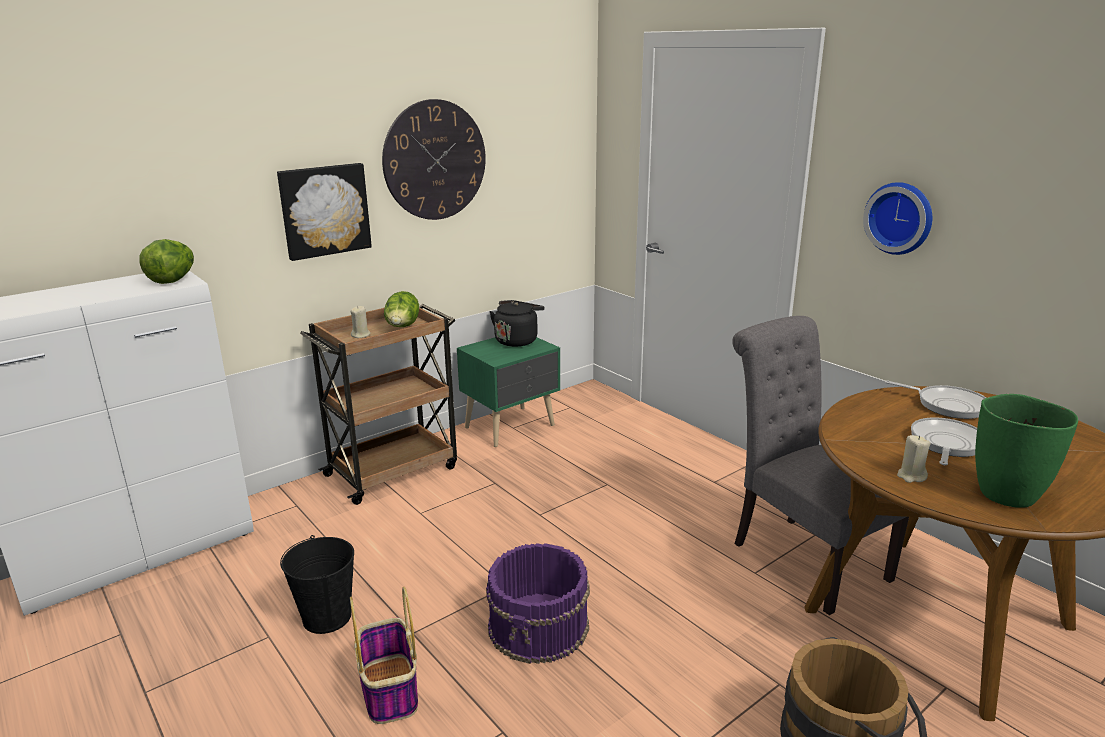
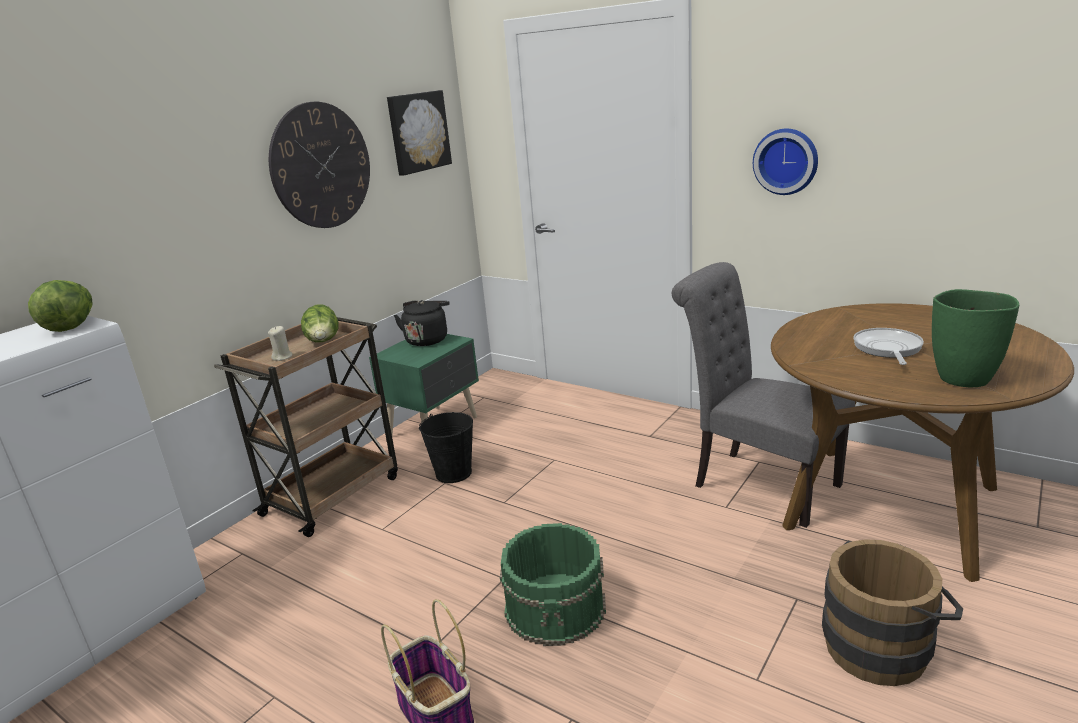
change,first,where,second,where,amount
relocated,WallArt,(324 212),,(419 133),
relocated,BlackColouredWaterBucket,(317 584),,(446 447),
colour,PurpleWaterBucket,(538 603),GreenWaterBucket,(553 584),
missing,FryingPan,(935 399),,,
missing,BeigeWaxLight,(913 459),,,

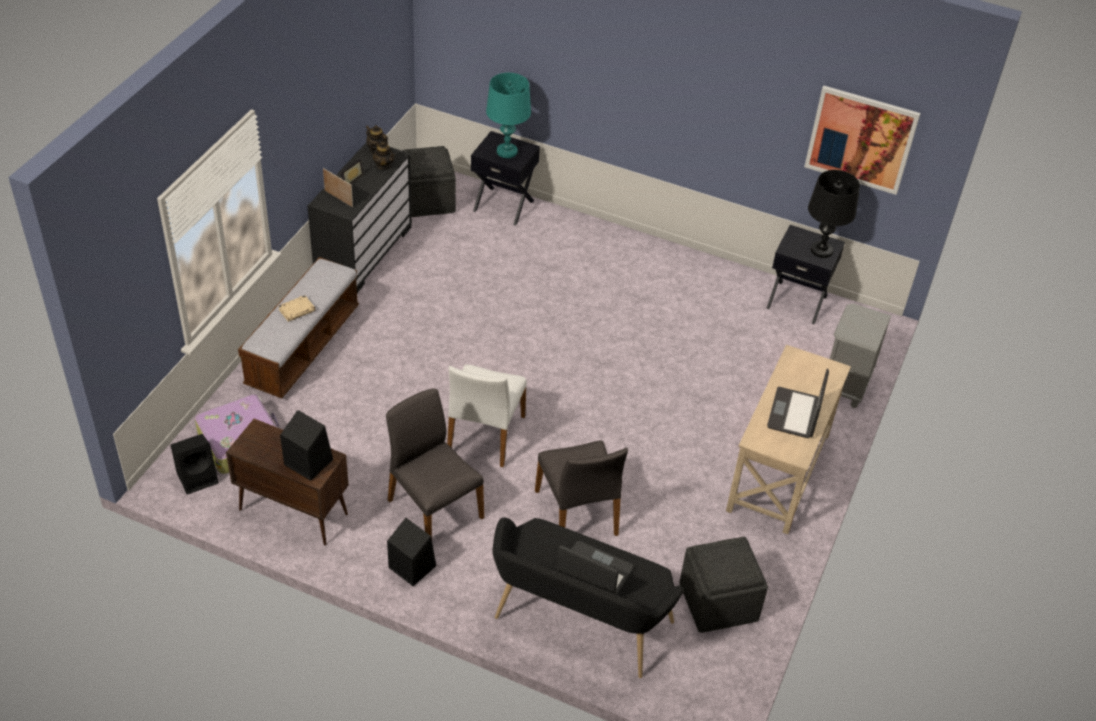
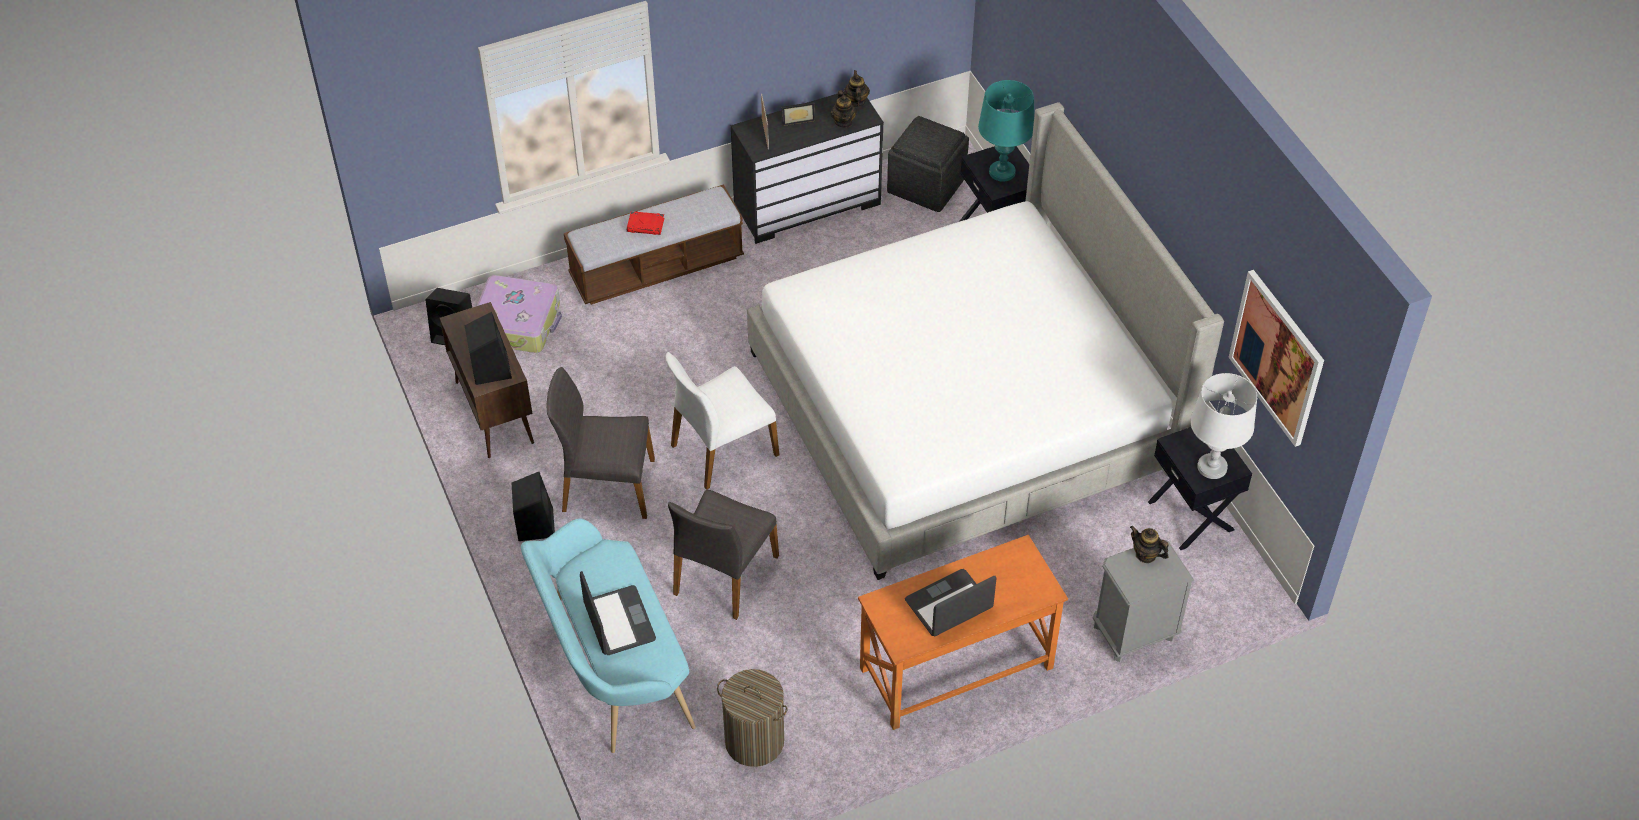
change,first,where,second,where,amount
colour,BeigeBook,(296 308),RedBook,(645 223),
spun,GrayPlainChair,(435 464),,(600 443),90 degrees counterclockwise
colour,BlackColouredLongSeat,(587 598),TurquoiseColouredLongSeat,(608 636),
exchanged,GrayOttoman,(723 585),WashingBasket,(752 718),
colour,BeigeDeskTable,(788 439),OrangeyDeskTable,(963 632),
colour,BlackColouredTabletopLamp,(834 214),WhiteTabletopLamp,(1223 426),
appeared,,,SleepingBed,(985 341),
appeared,,,PotForTea,(1149 544),

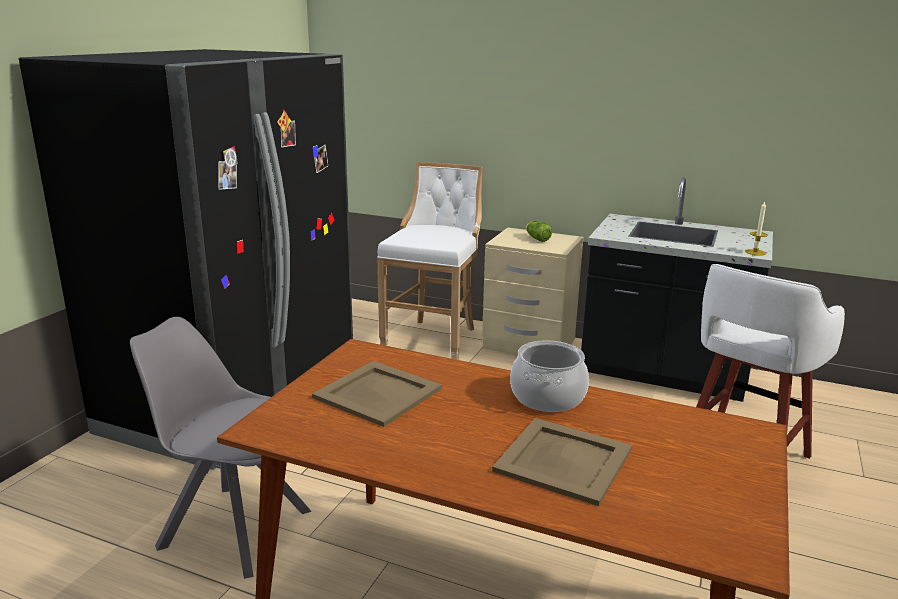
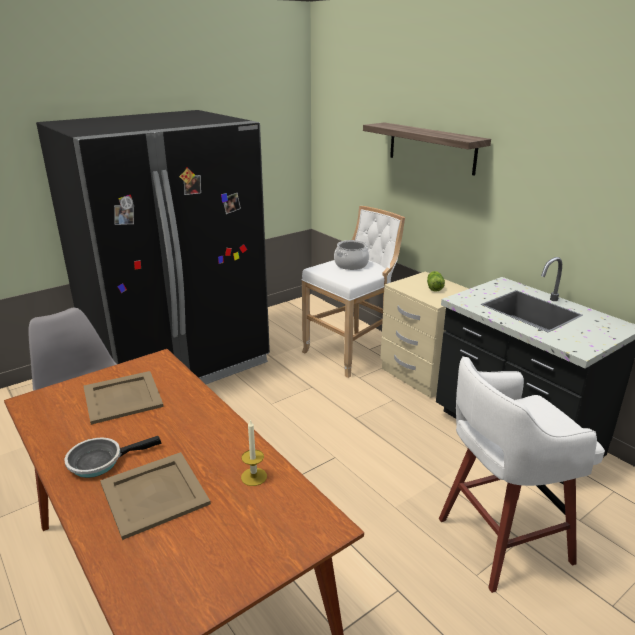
change,first,where,second,where,amount
relocated,Saucepot,(549 376),,(351 255),
relocated,WaxLight,(756 228),,(254 452),
appeared,,,FryingPan,(113 457),
appeared,,,Shelf,(427 149),

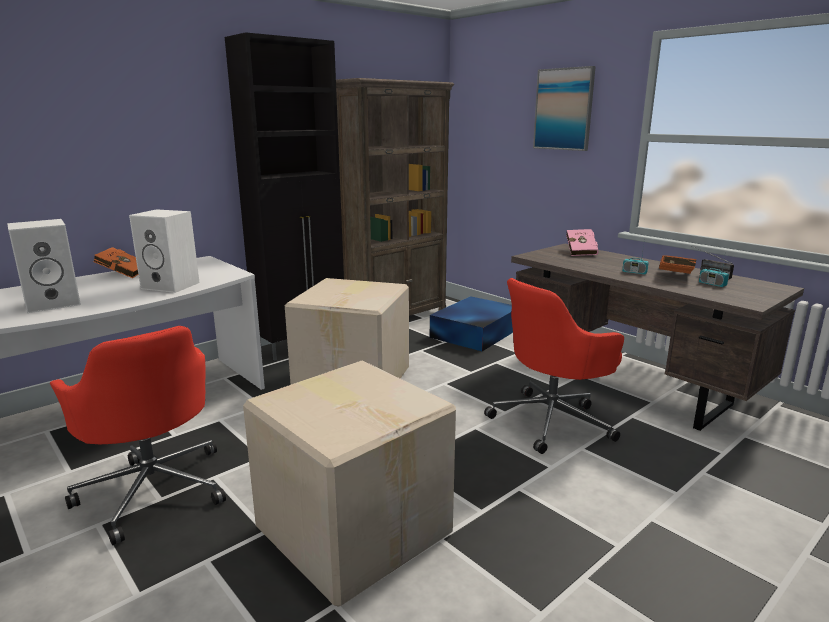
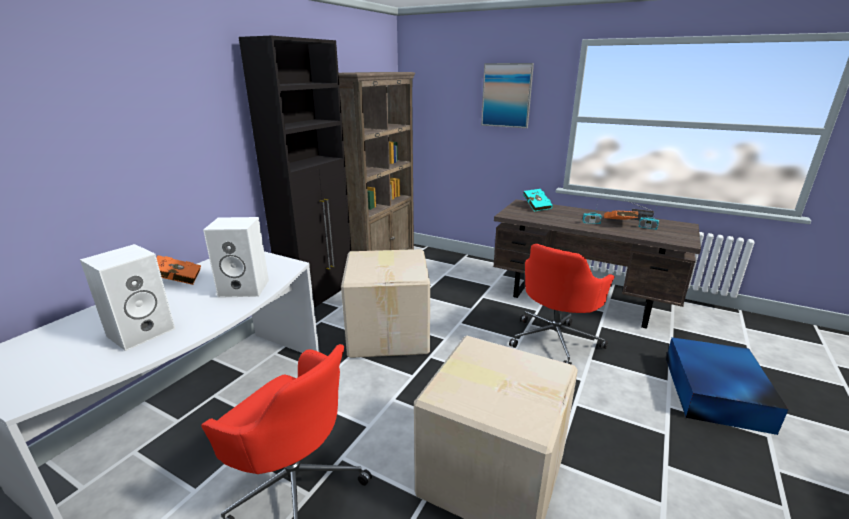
change,first,where,second,where,amount
relocated,BlueColouredStorageBin,(471 323),,(727 386),
colour,PinkBook,(582 242),TurquoiseColouredBook,(538 200),

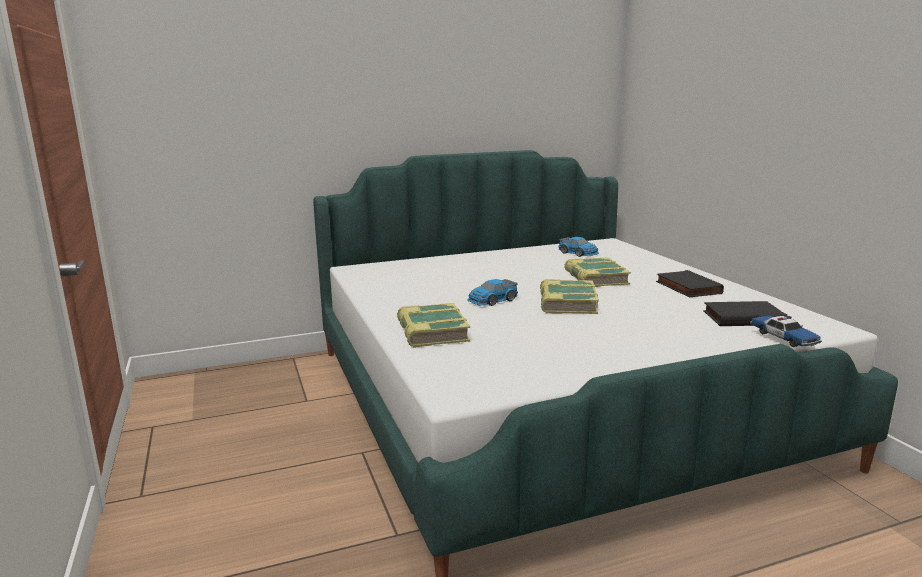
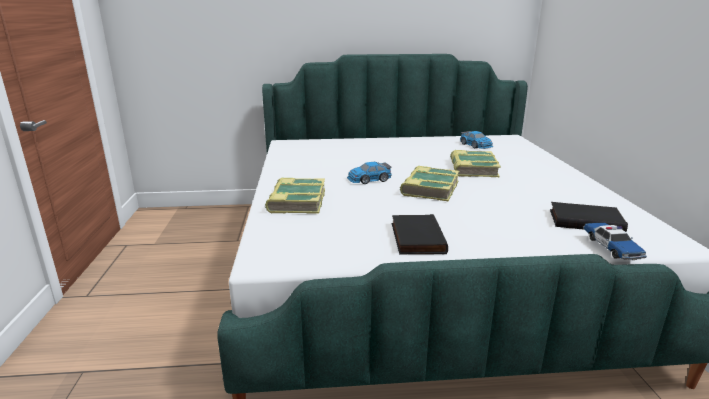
change,first,where,second,where,amount
relocated,BlackColouredBook,(690 283),,(420 234),

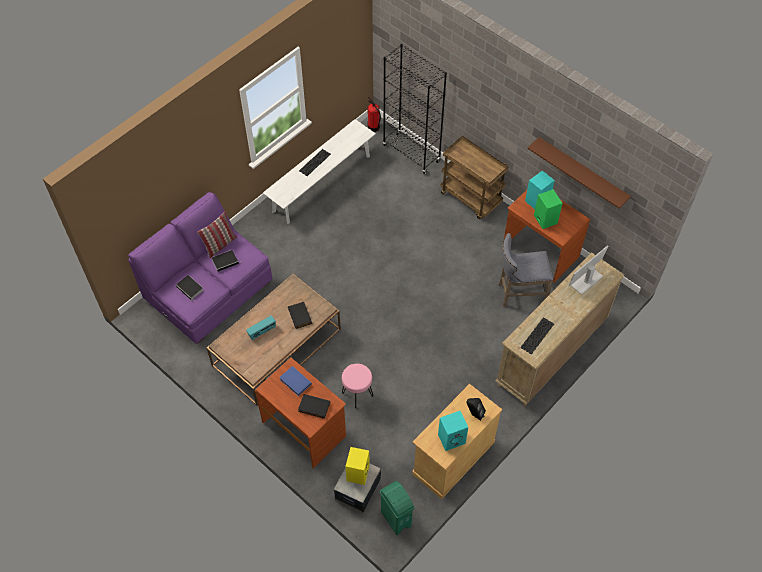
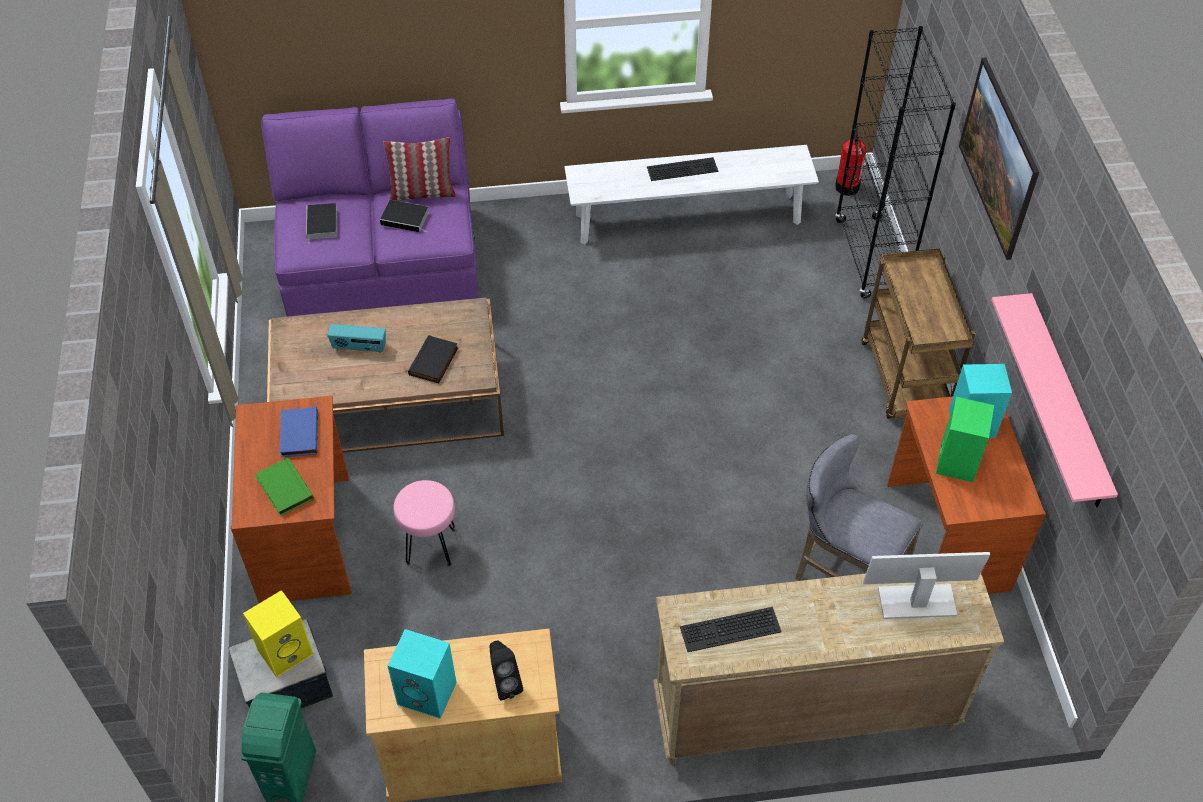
change,first,where,second,where,amount
colour,BlackColouredBook,(314 406),GreenBook,(284 486),
colour,BrownishShelf,(579 173),PinkShelf,(1054 400),
appeared,,,WallArt,(999 158),

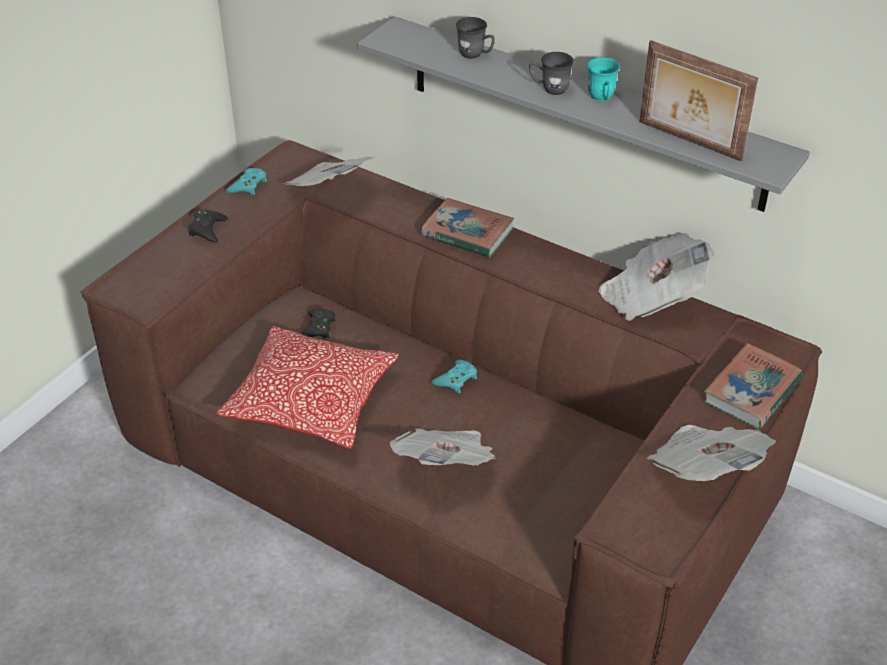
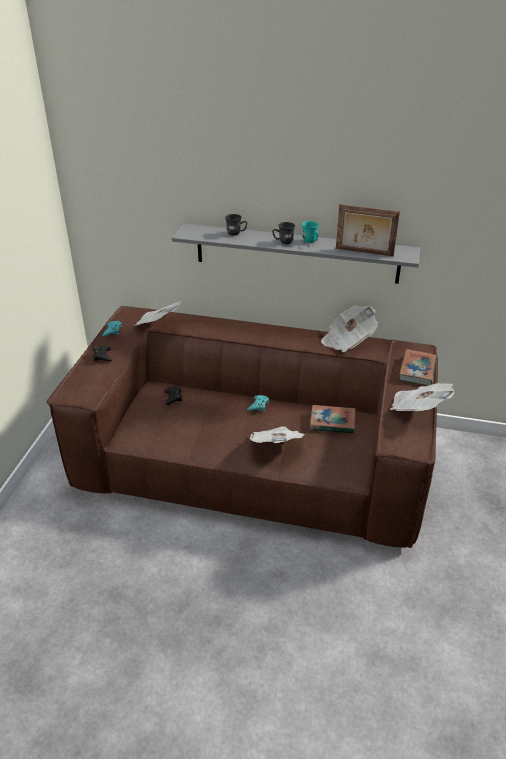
change,first,where,second,where,amount
missing,Cushion,(307 387),,,
relocated,Book,(467 228),,(332 419),

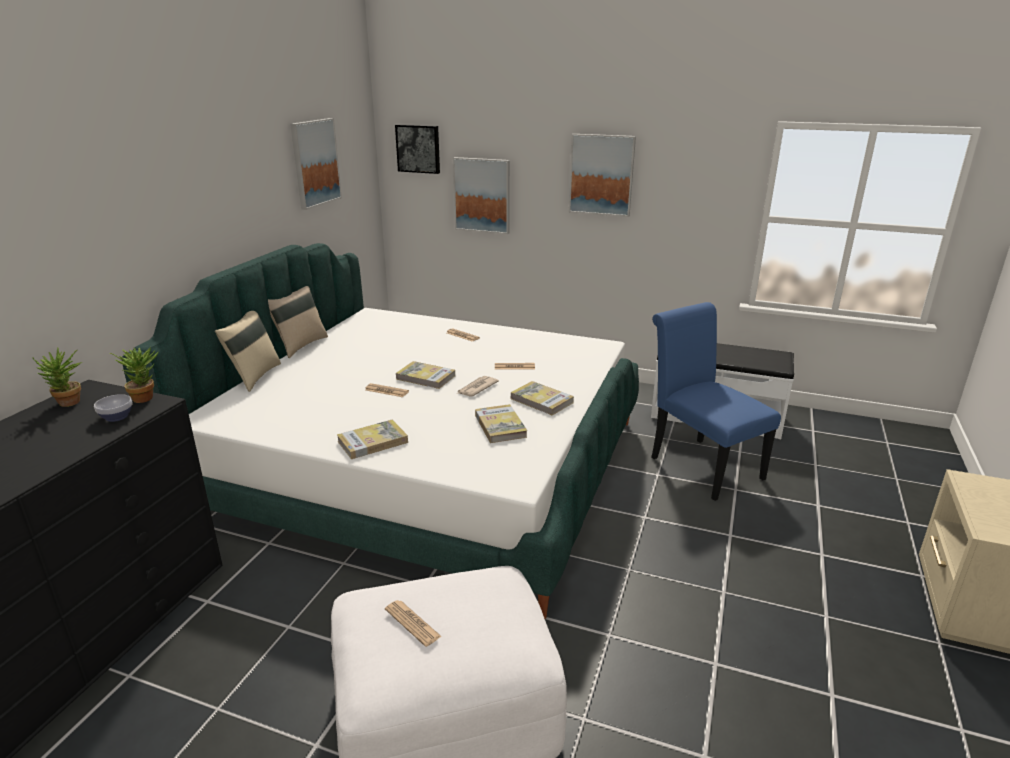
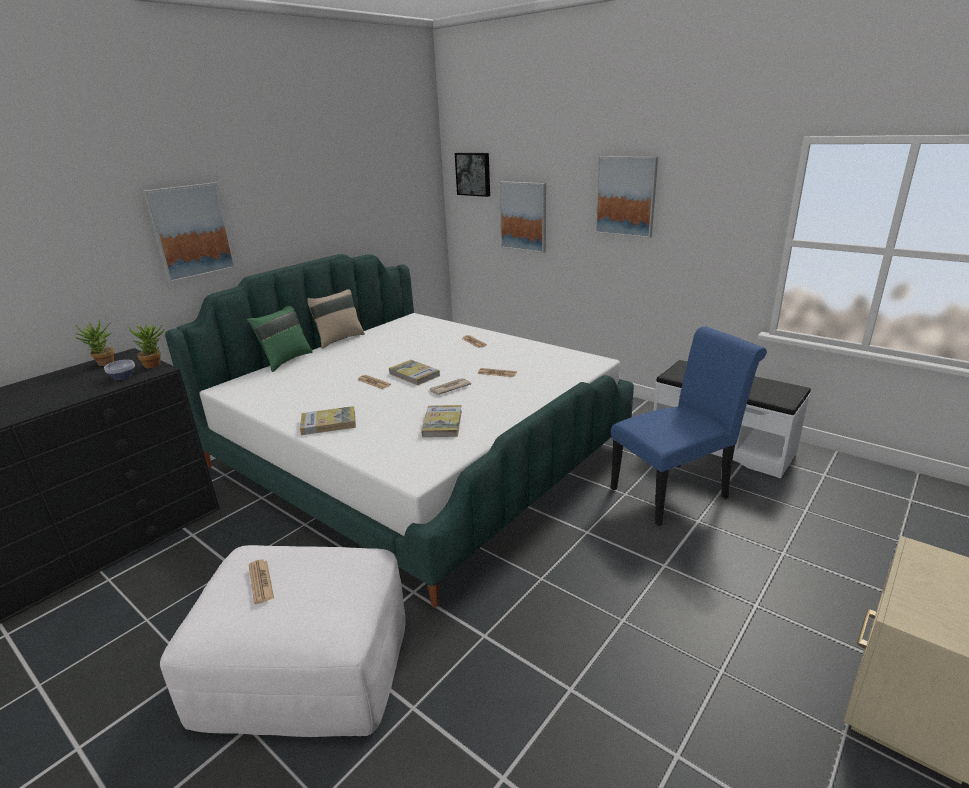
change,first,where,second,where,amount
colour,BeigeCushion,(248 351),GreenCushion,(280 339),
relocated,WallArt,(316 164),,(189 232),
missing,Book,(542 398),,,
spun,BlueColouredPlainChair,(716 401),,(689 426),75 degrees clockwise

